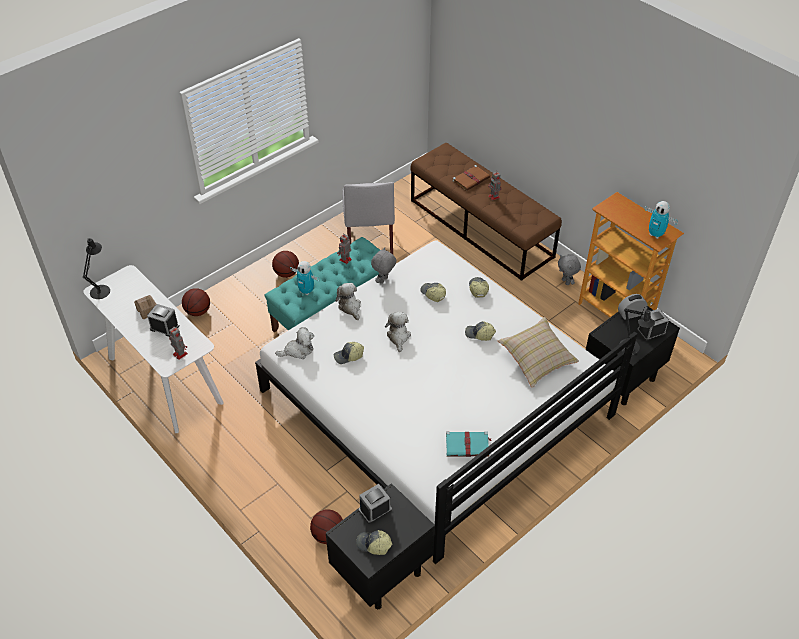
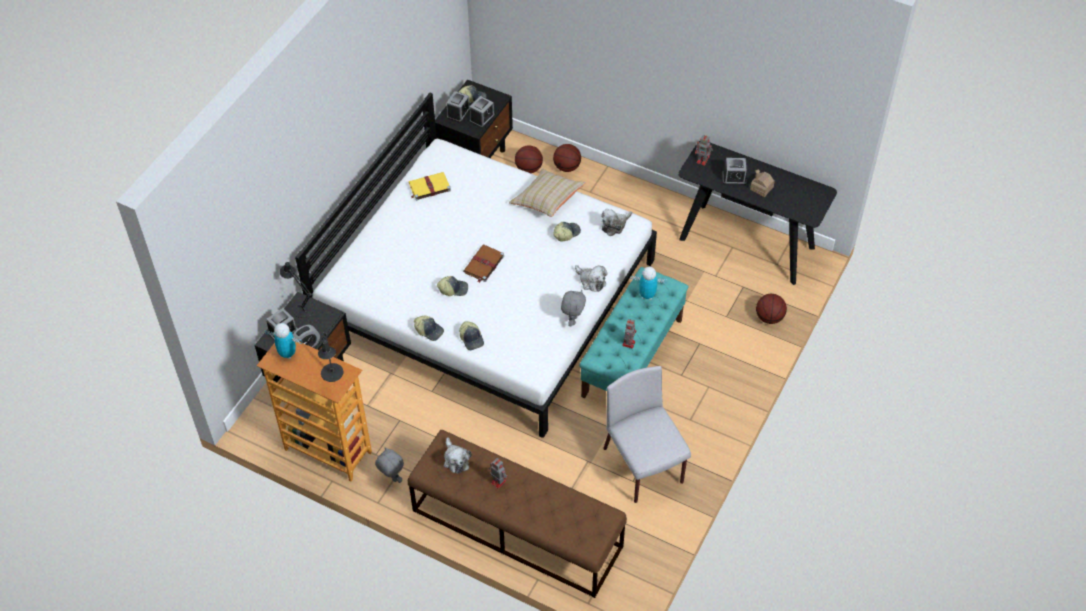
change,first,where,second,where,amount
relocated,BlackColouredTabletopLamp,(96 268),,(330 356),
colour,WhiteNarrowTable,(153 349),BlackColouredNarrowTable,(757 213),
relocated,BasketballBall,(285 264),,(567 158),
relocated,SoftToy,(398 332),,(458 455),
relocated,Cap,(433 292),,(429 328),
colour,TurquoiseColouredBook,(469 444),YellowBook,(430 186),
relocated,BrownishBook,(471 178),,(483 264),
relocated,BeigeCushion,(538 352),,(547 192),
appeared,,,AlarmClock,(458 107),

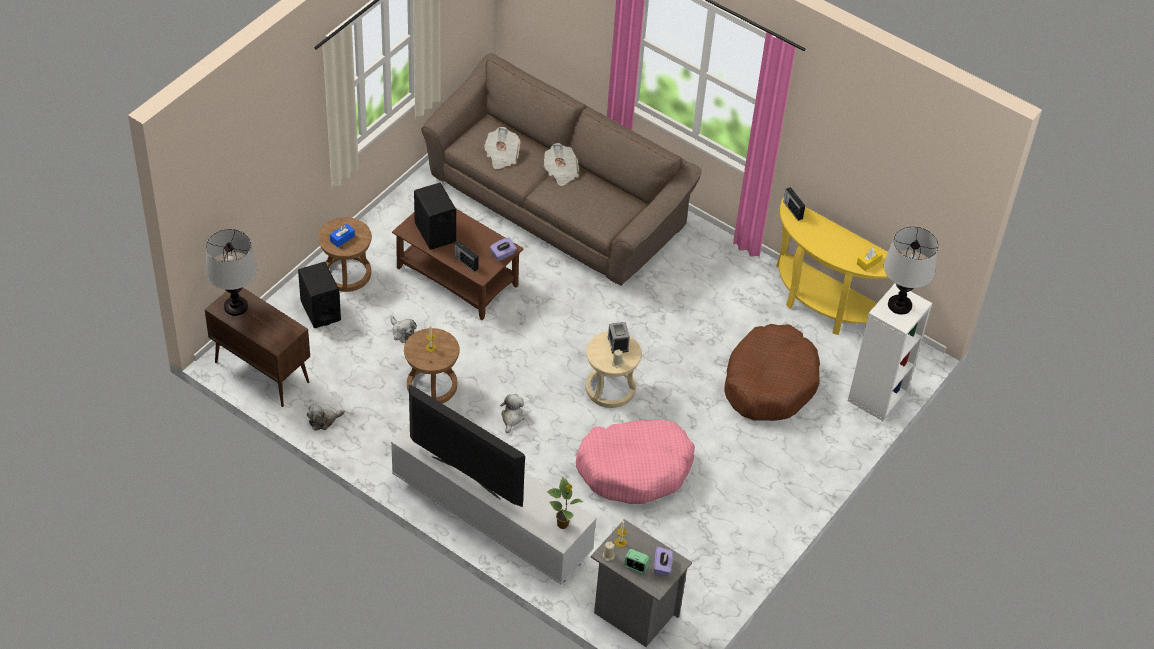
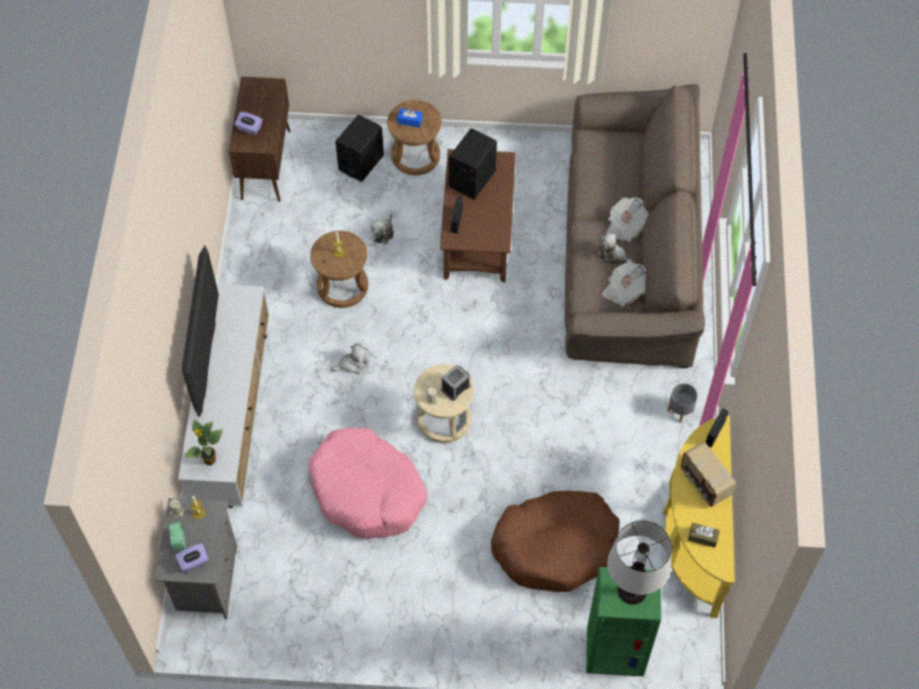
change,first,where,second,where,amount
missing,TabletopLamp,(231 272),,,
relocated,SoftToy,(326 417),,(616 248),
relocated,PrintedPaper,(502 148),,(624 284),
relocated,PurpleTissueBox,(503 249),,(248 123),
colour,WhiteShelvingUnit,(890 352),GreenShelvingUnit,(623 621),
colour,YellowTissueBox,(870 259),BrownishTissueBox,(704 535),
appeared,,,GrayPlanter,(682 403),
appeared,,,RadioReceiver,(708 474),

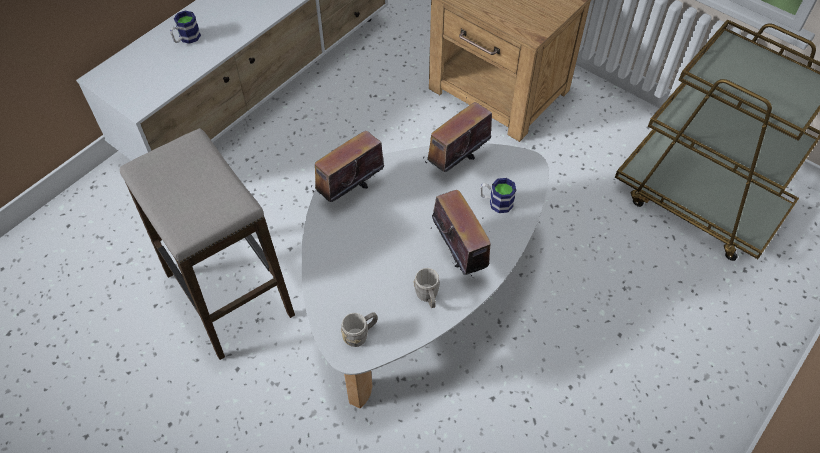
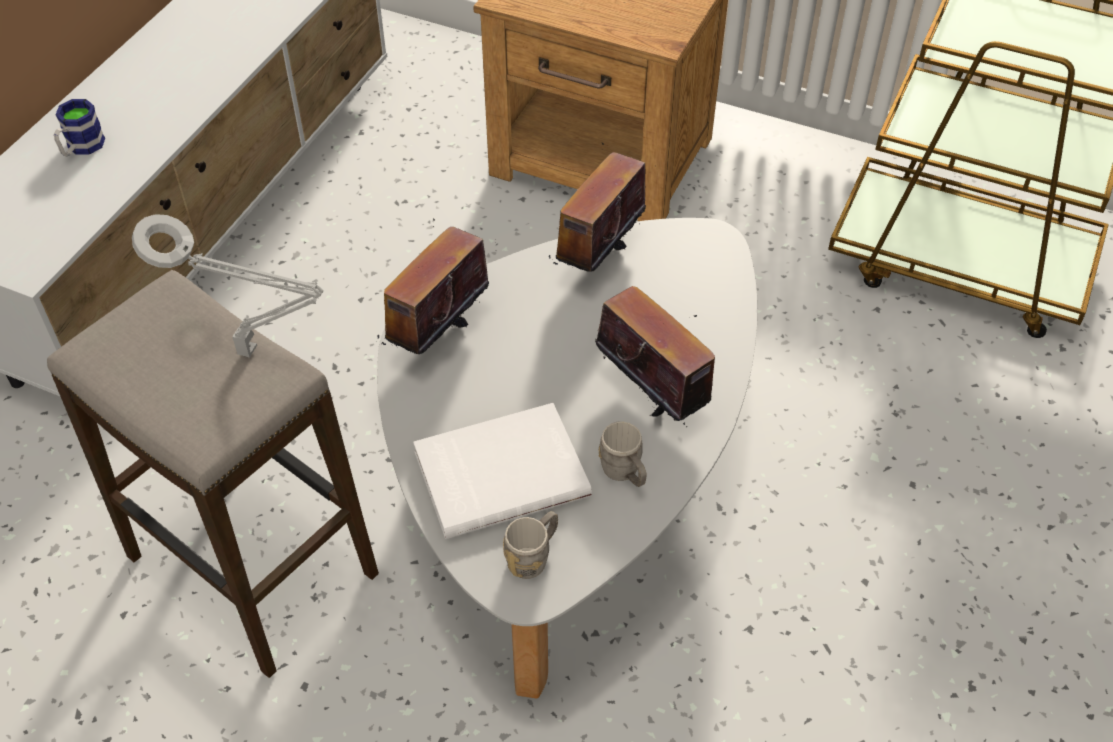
change,first,where,second,where,amount
missing,TeaMug,(498 195),,,
appeared,,,GrayTabletopLamp,(227 286),
appeared,,,WhiteBook,(502 471),

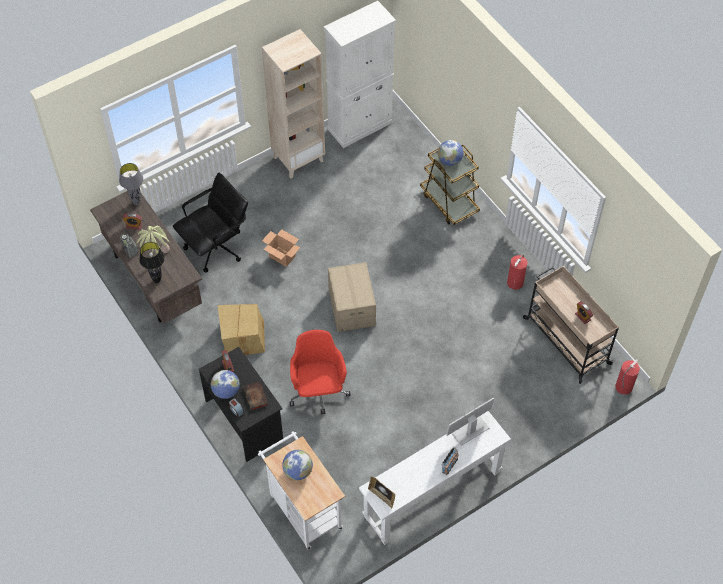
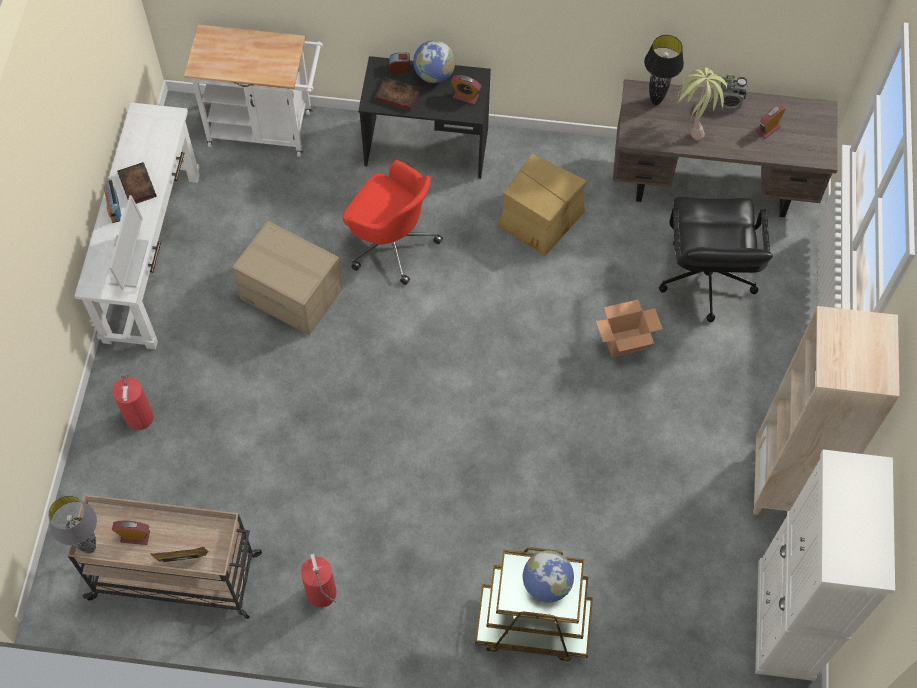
change,first,where,second,where,amount
relocated,GrayTabletopLamp,(131 184),,(72 524),
missing,WorldGlobe,(297 465),,,
relocated,PackingBox,(352 297),,(287 278),
relocated,PhotoFrame,(381 492),,(180 554),
relocated,FireExtinguisher,(627 377),,(133 402),
appeared,,,Book,(137 183),

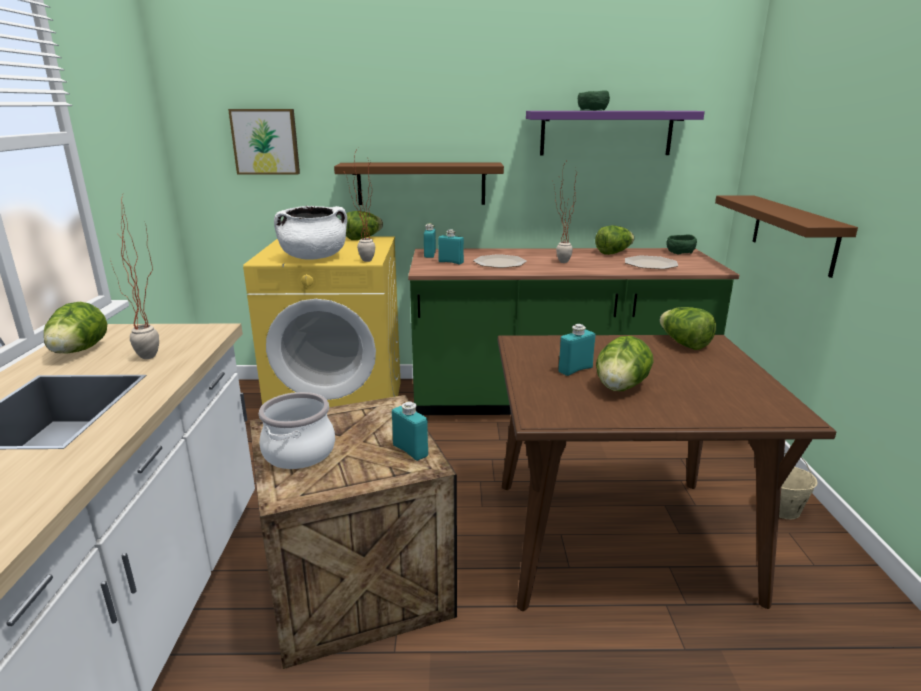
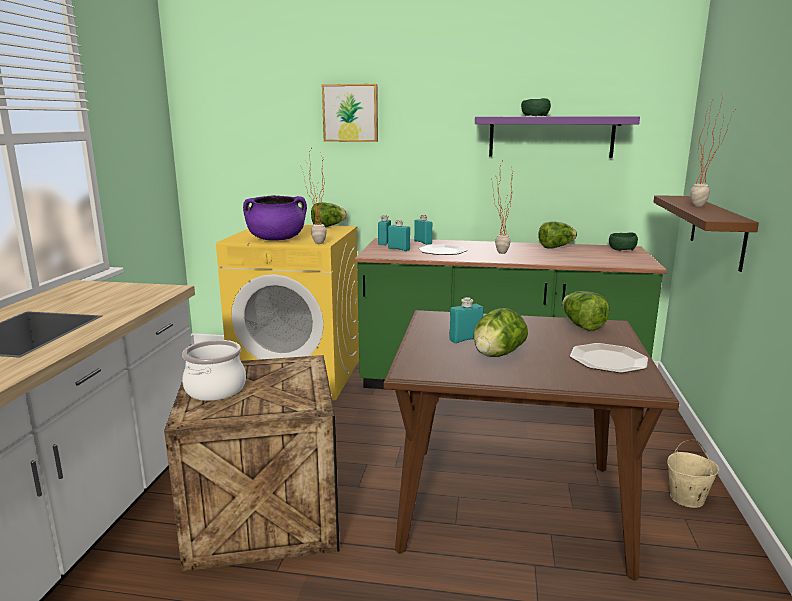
change,first,where,second,where,amount
missing,HeadOfLettuce,(75 328),,,
relocated,PottedPlant,(135 277),,(712 153),
relocated,WallArt,(264 141),,(350 113),
colour,WhiteSaucepot,(310 232),PurpleSaucepot,(275 218),
missing,BrownishShelf,(419 183),,,
relocated,TurquoiseColouredDrinkBottle,(410 431),,(423 230),
relocated,Plate,(651 262),,(609 358),

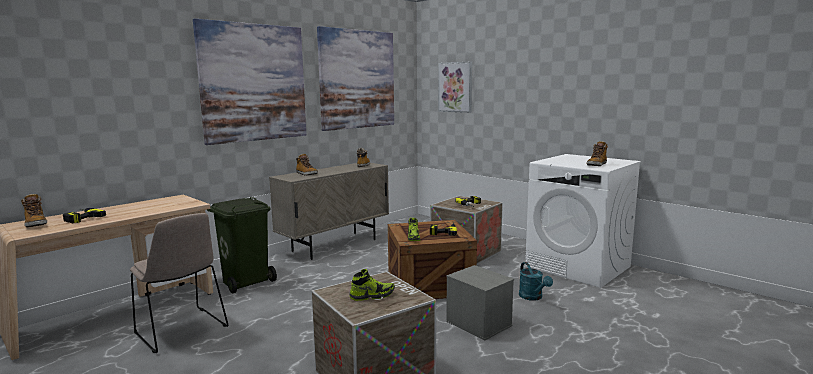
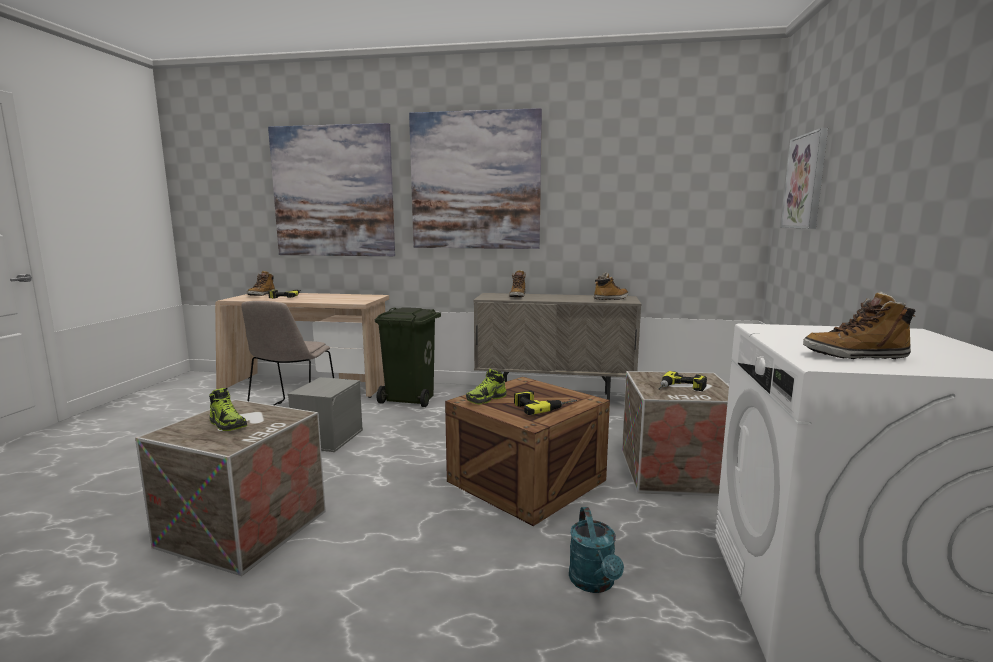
change,first,where,second,where,amount
relocated,WallArt,(355 78),,(331 189),
relocated,GrayStorageBin,(480 302),,(325 414),
spun,TurquoiseColouredSprinklingCan,(536 281),,(596 550),45 degrees counterclockwise

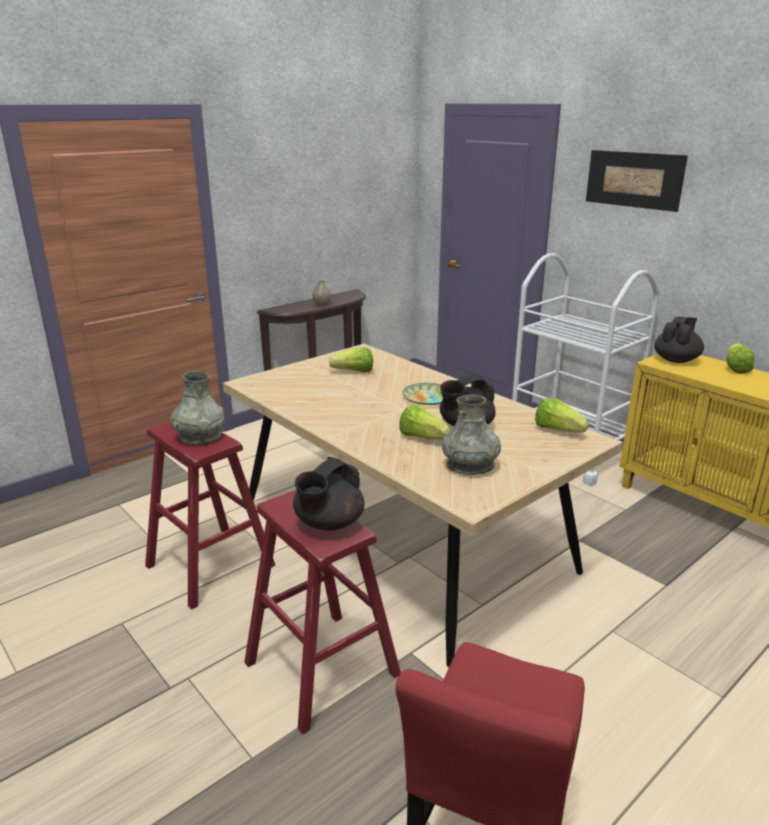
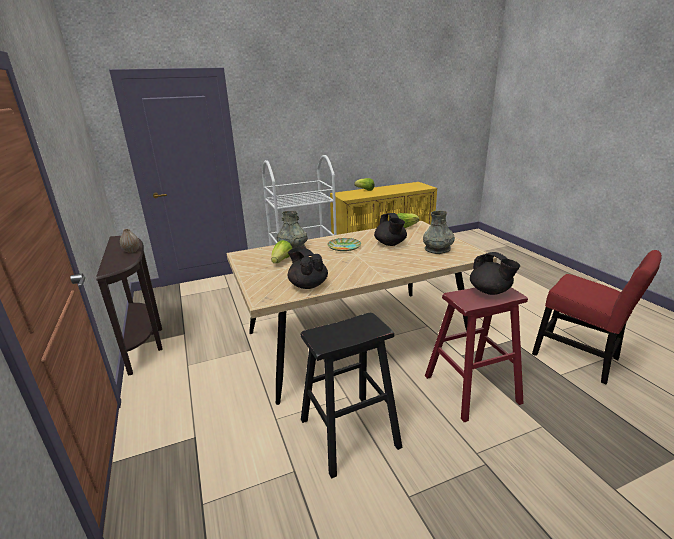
change,first,where,second,where,amount
colour,RedStool,(210 515),BlackColouredStool,(351 396),
relocated,GrayFlowerVase,(197 408),,(291 230),
missing,HeadOfLettuce,(425 422),,,
missing,WallArt,(637 181),,,
relocated,BlackColouredPotForTea,(679 340),,(308 267),

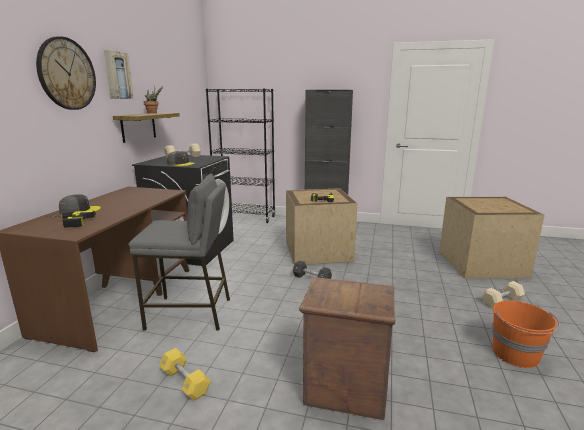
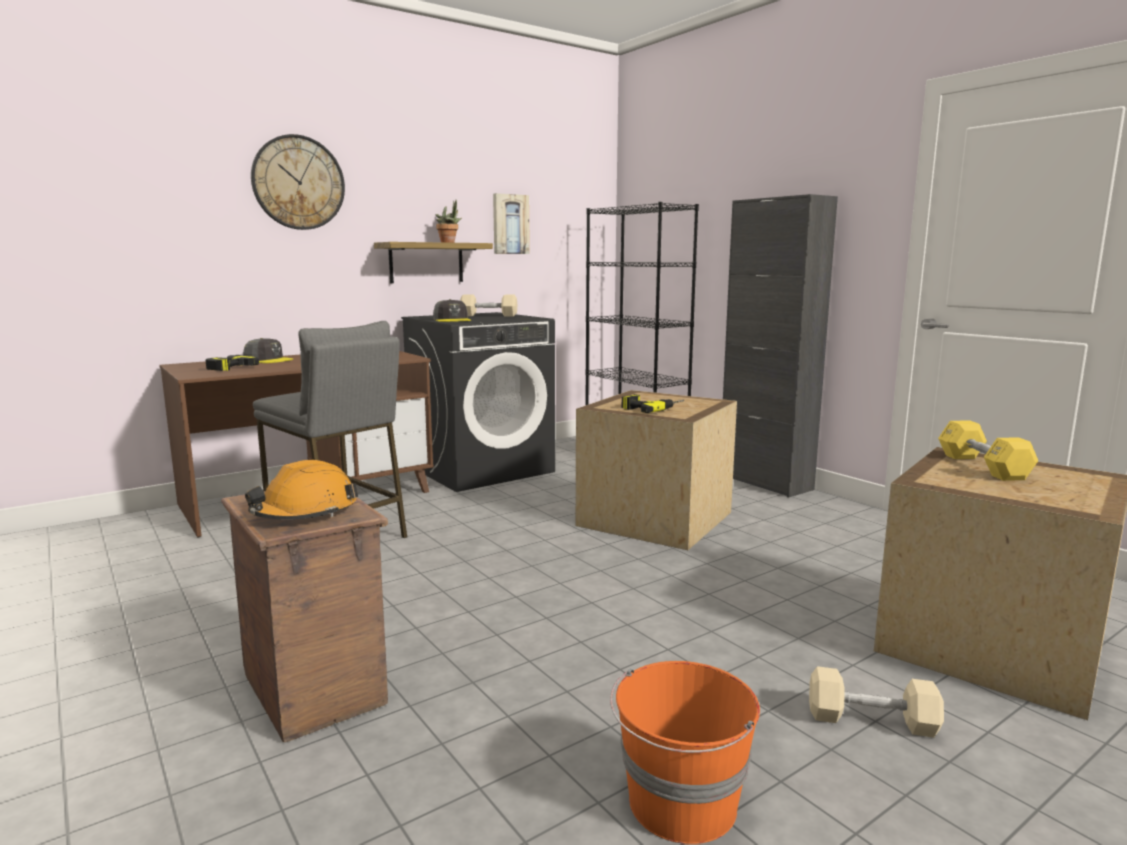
change,first,where,second,where,amount
relocated,WallArt,(119 74),,(511 223),
relocated,YellowDumbbell,(185 374),,(988 450),
missing,BlackColouredDumbbell,(312 269),,,
appeared,,,OrangeySafetyHelmet,(301 490),

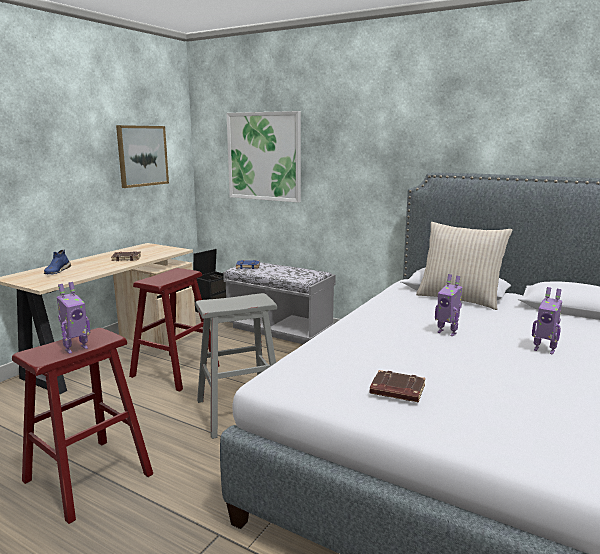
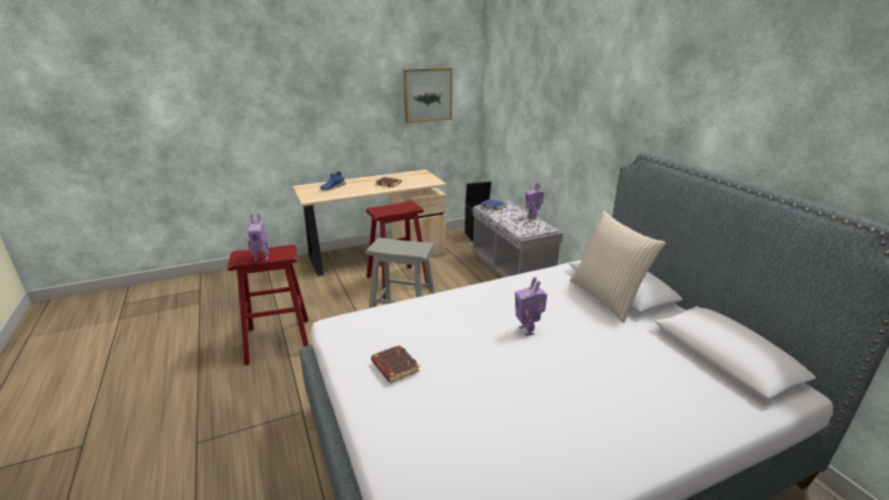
change,first,where,second,where,amount
missing,WallArt,(264 157),,,
relocated,ToyRobot,(547 321),,(534 201),

